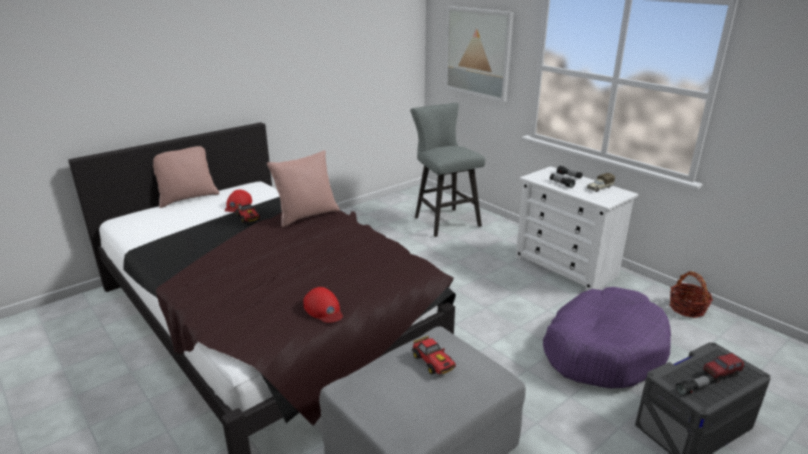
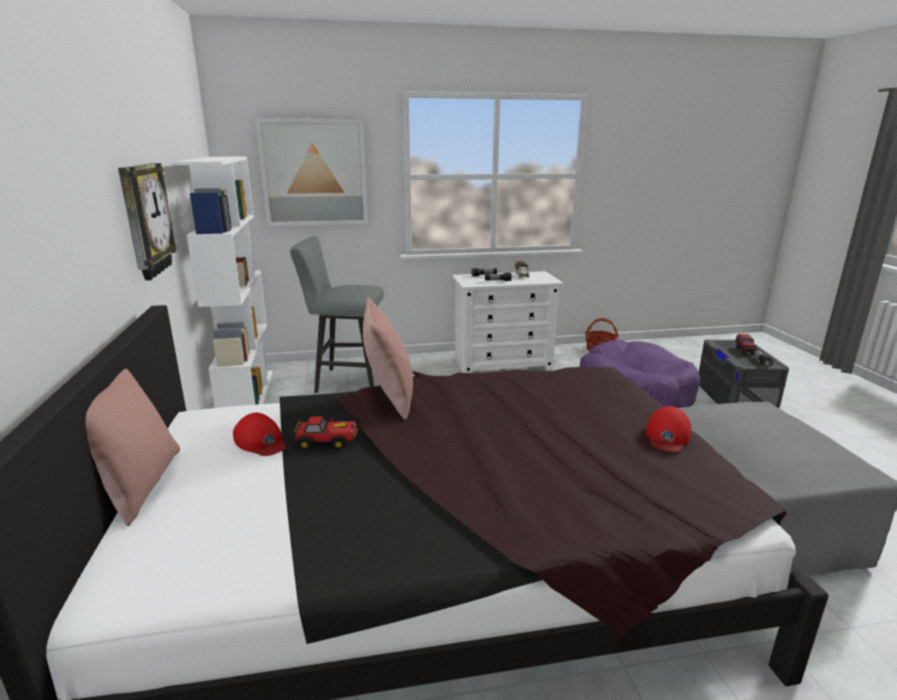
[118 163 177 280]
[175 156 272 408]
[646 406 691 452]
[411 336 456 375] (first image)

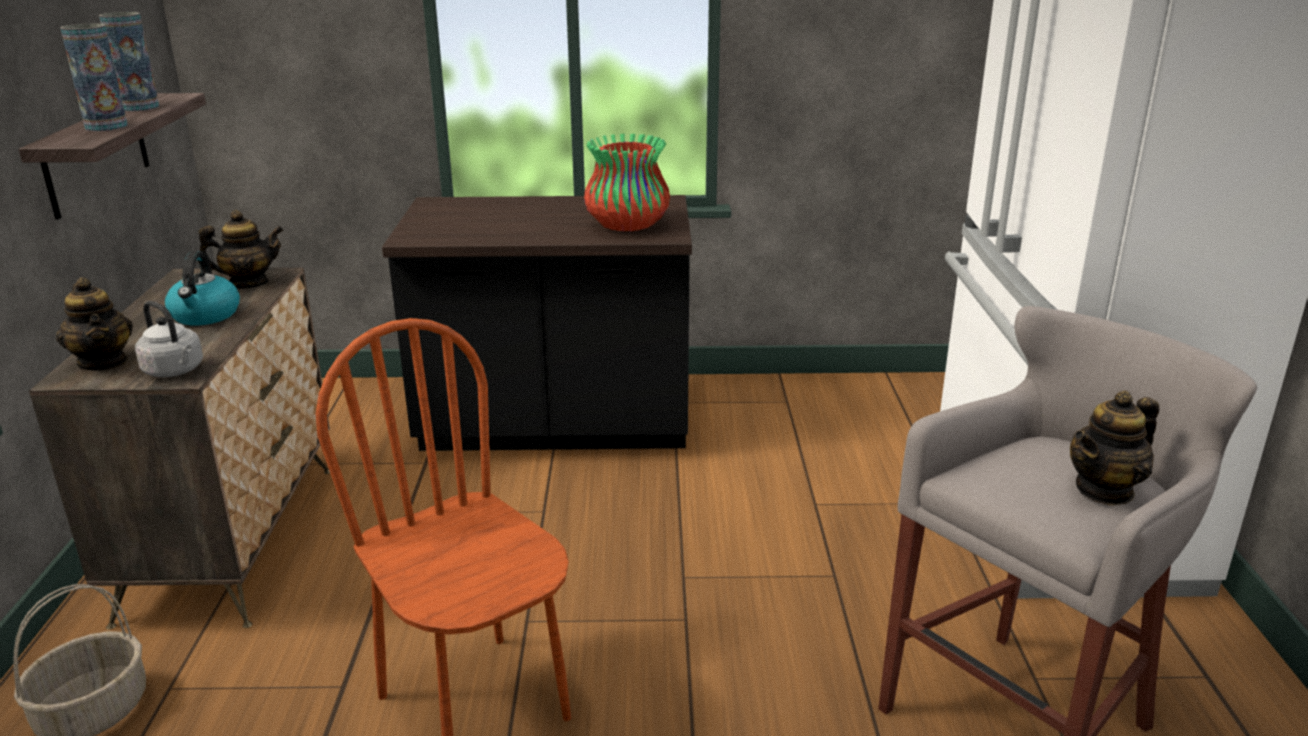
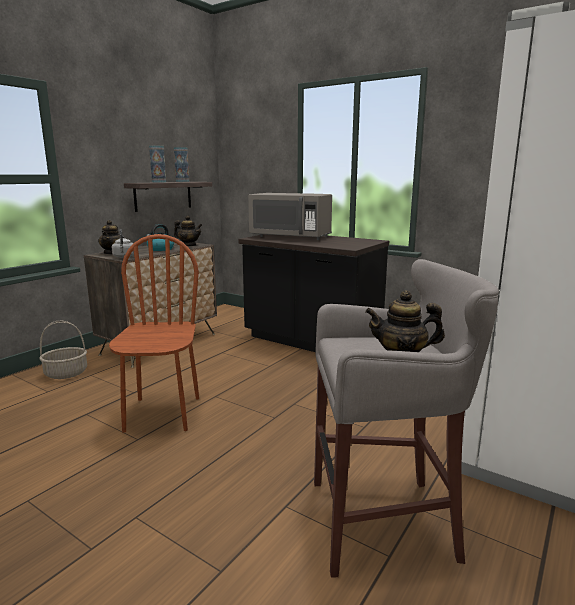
[248 193 332 240]
[584 134 670 231] (first image)

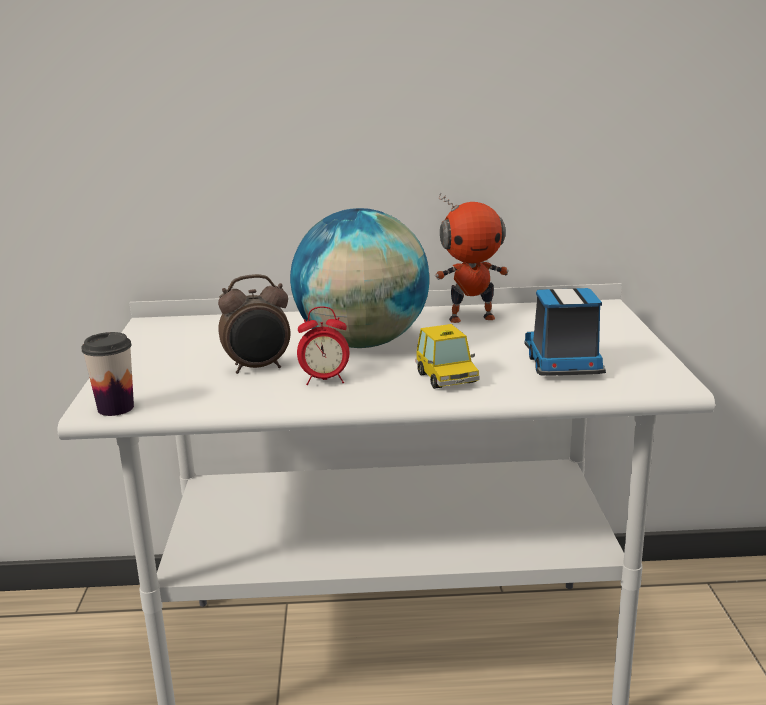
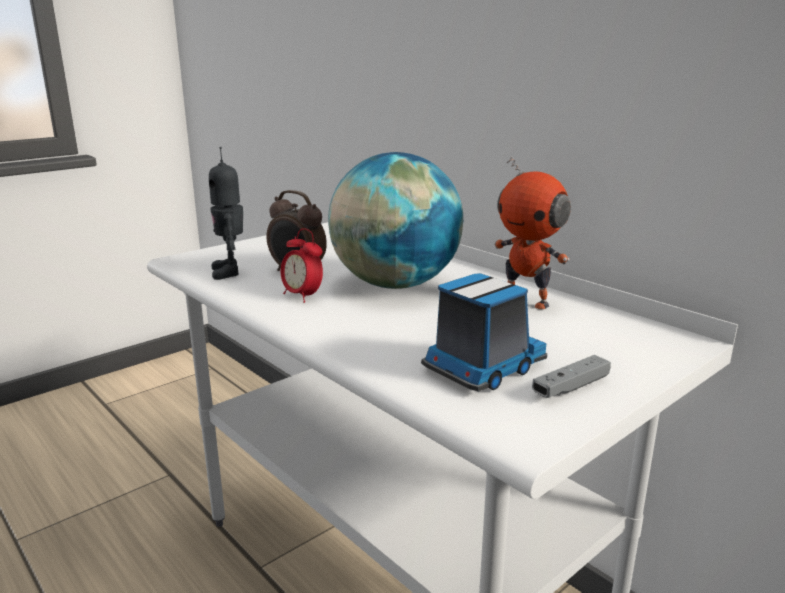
[209 147 243 280]
[532 355 611 398]
[81 332 134 416] (first image)
[415 324 480 389] (first image)

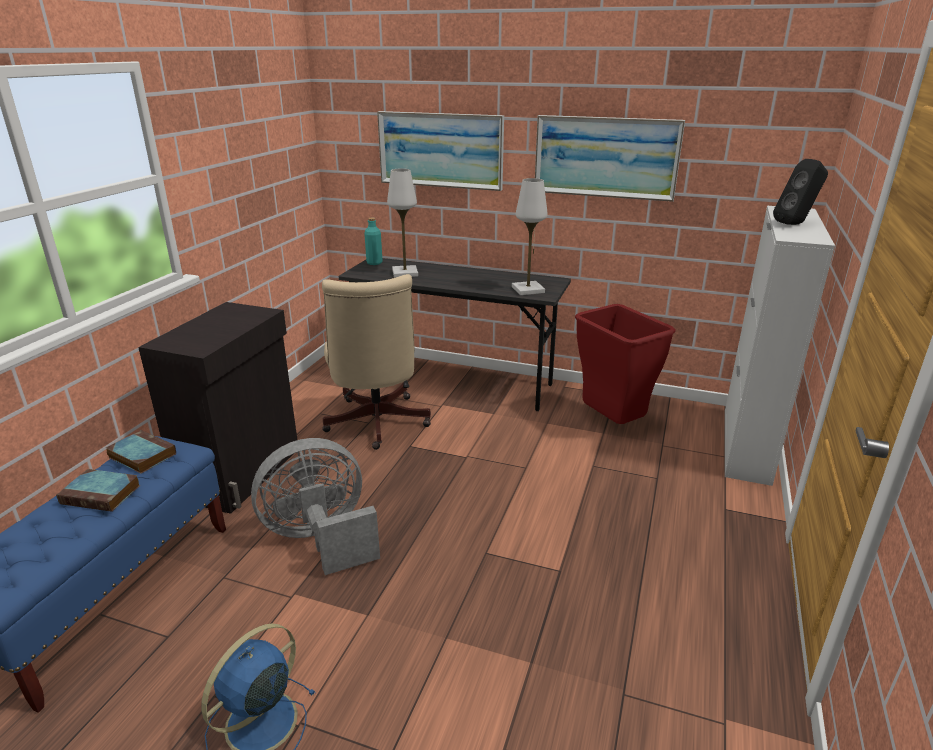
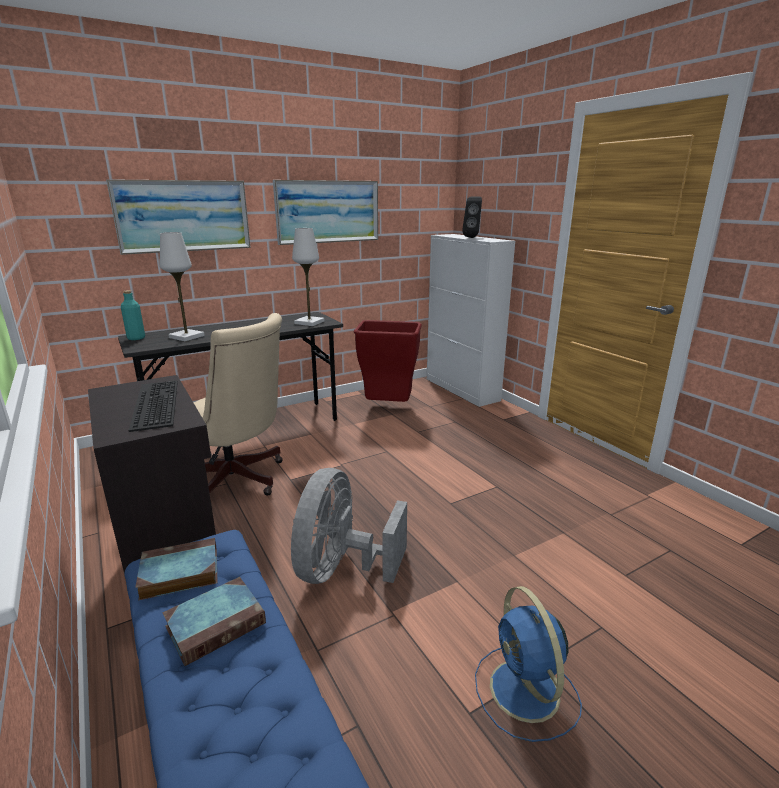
[129 381 178 432]

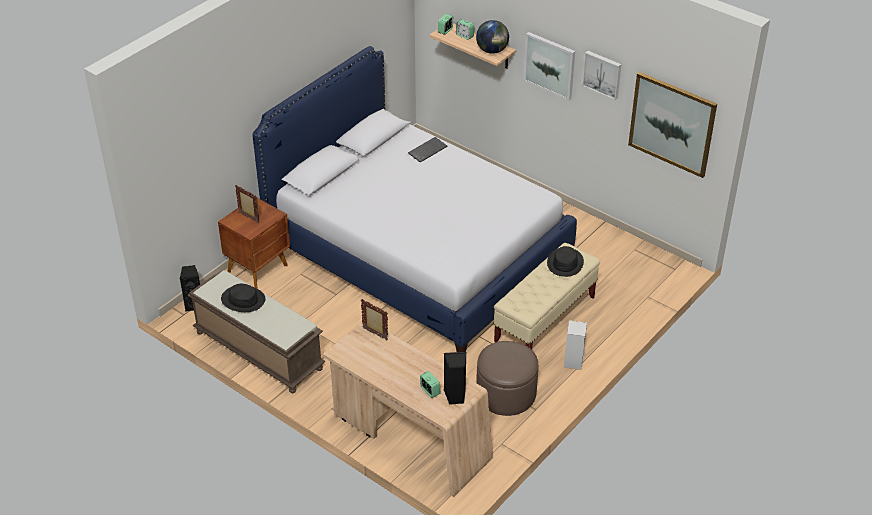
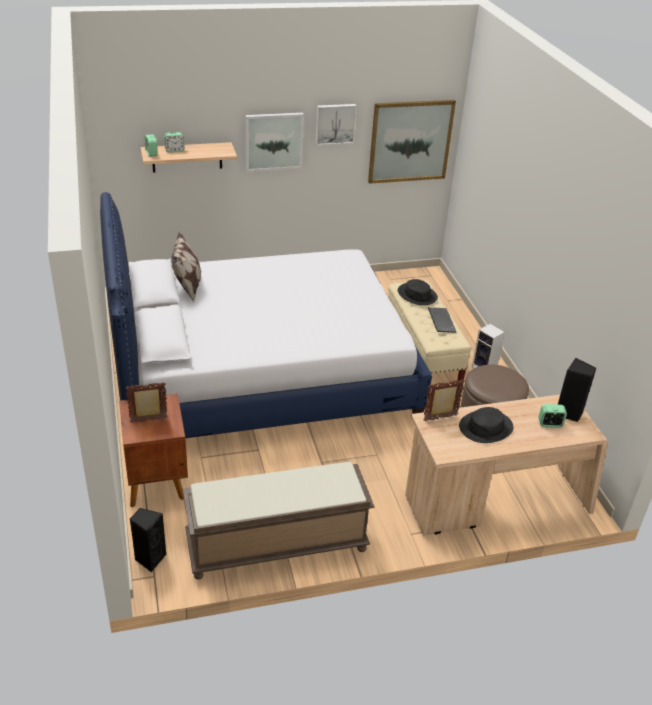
[171 232 201 302]
[428 307 456 333]
[459 407 513 443]
[476 20 509 54] (first image)

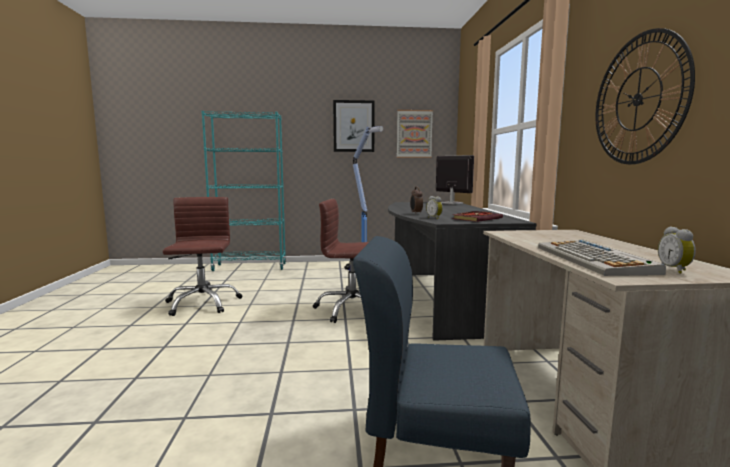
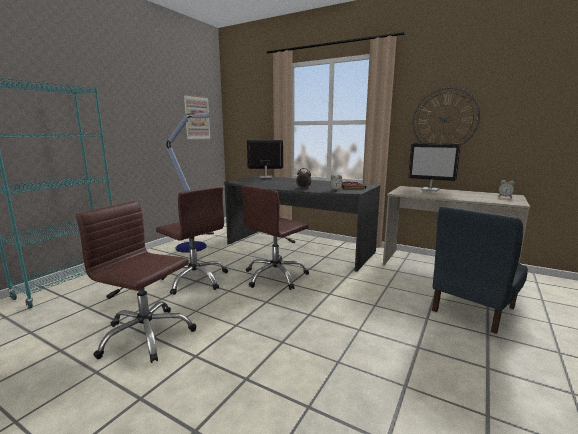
[156 186 228 295]
[408 143 461 191]
[333 100 375 152] (first image)
[538 240 666 276] (first image)

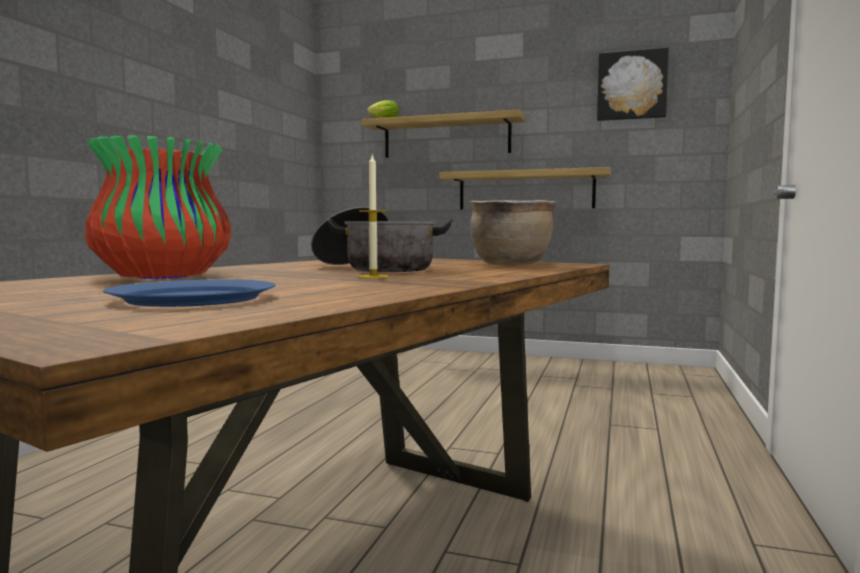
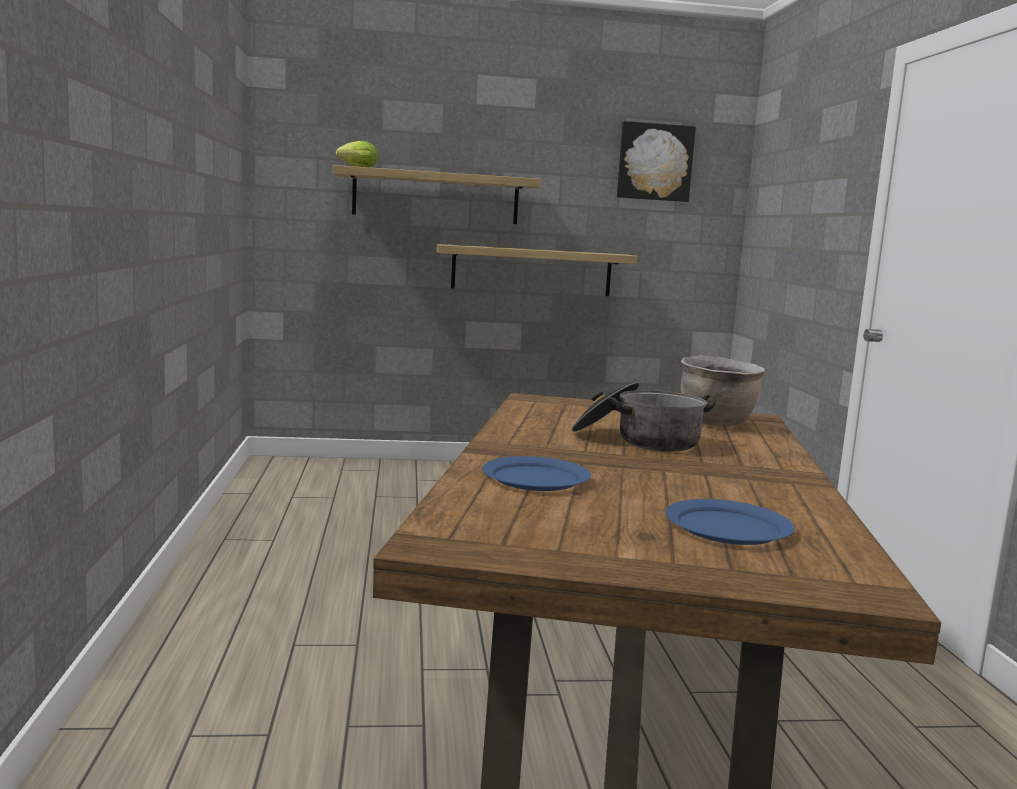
[482 456 591 491]
[357 154 389 279] (first image)

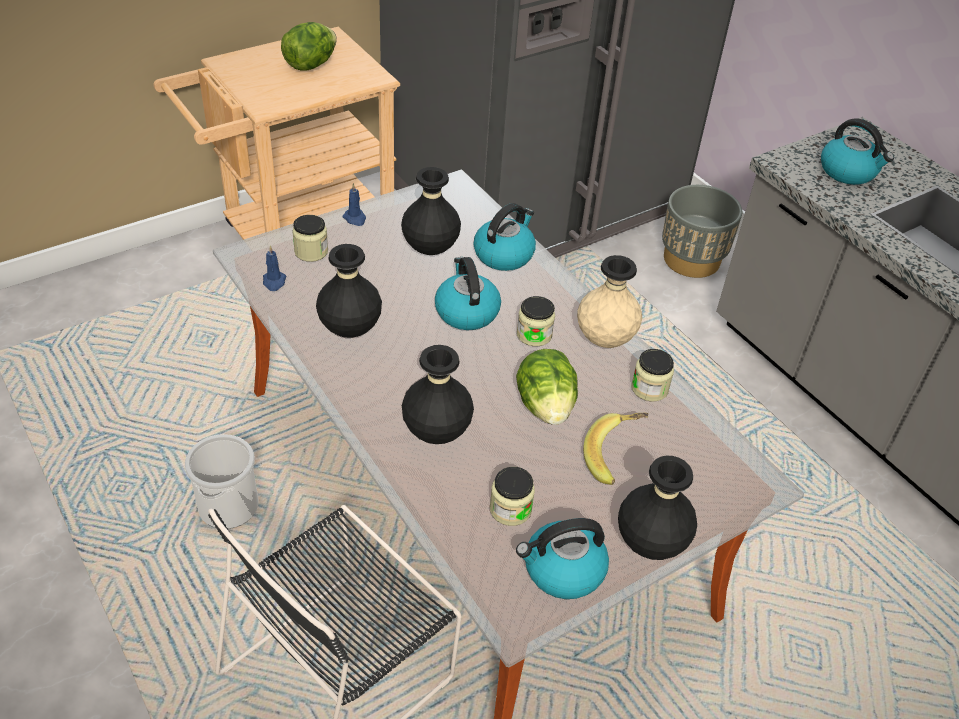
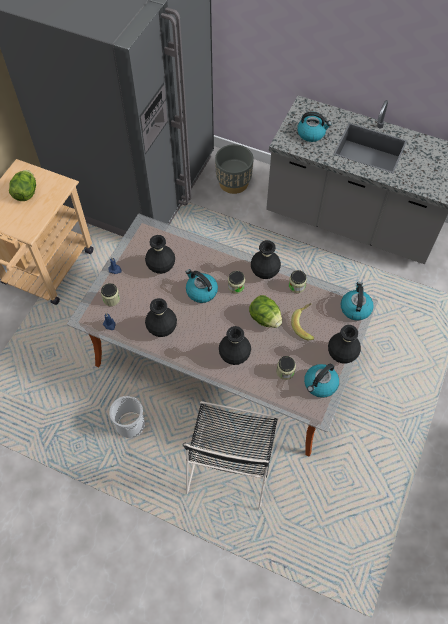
[251 240 281 279]
[341 282 374 320]

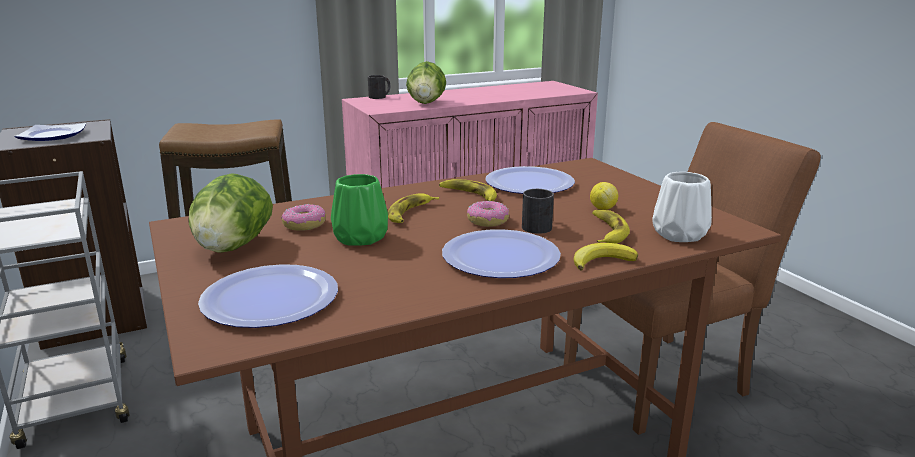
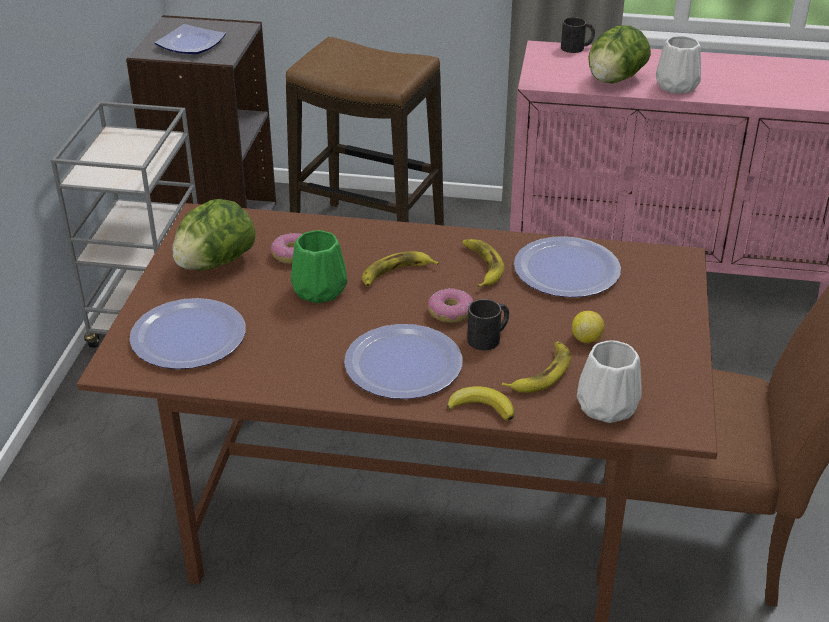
[656 36 701 94]

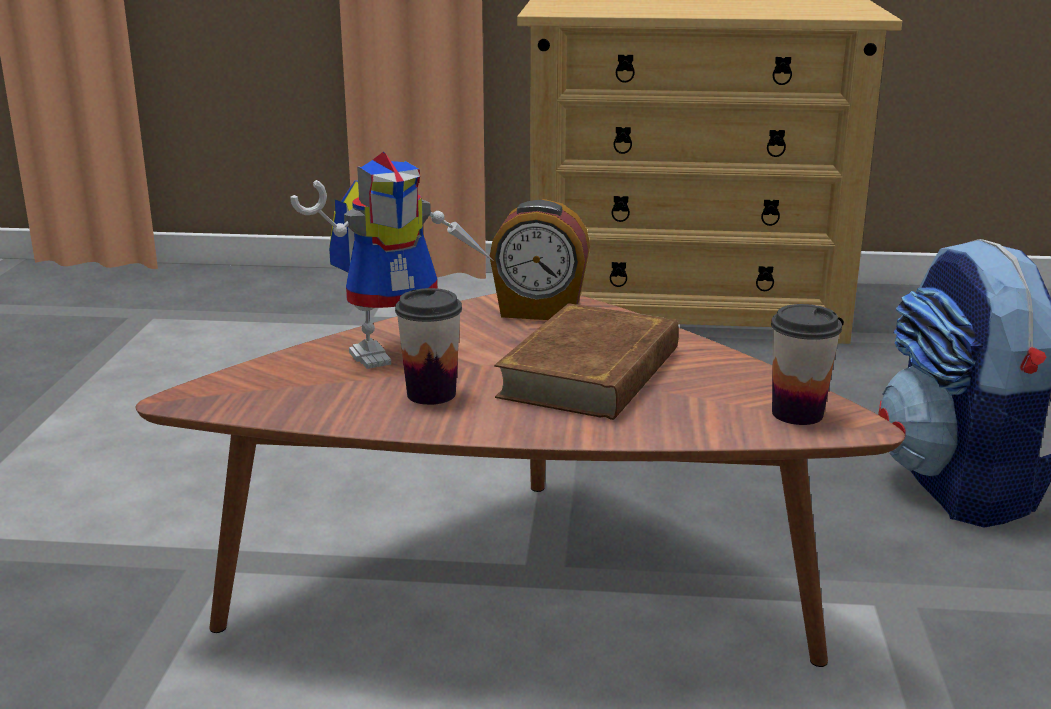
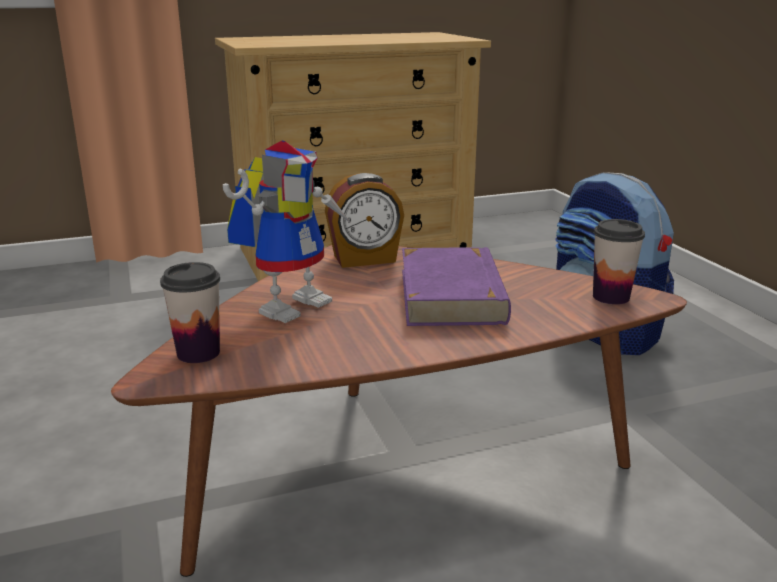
[160 262 220 363]
[402 247 511 326]

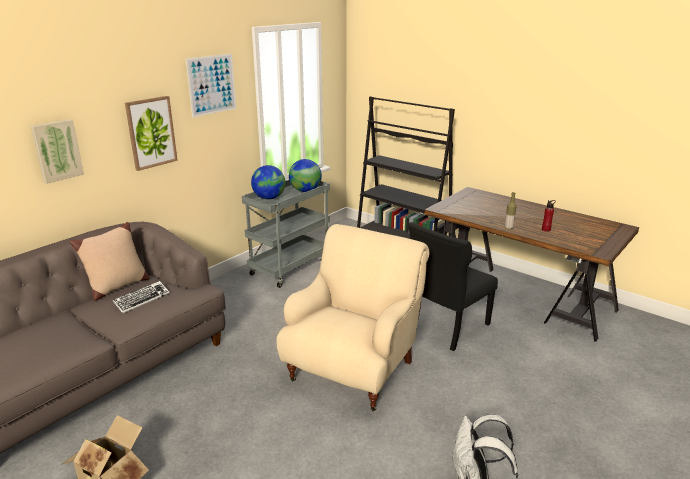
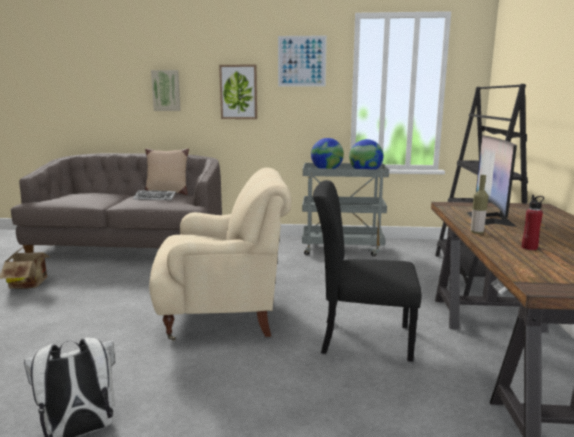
[467 136 517 227]

